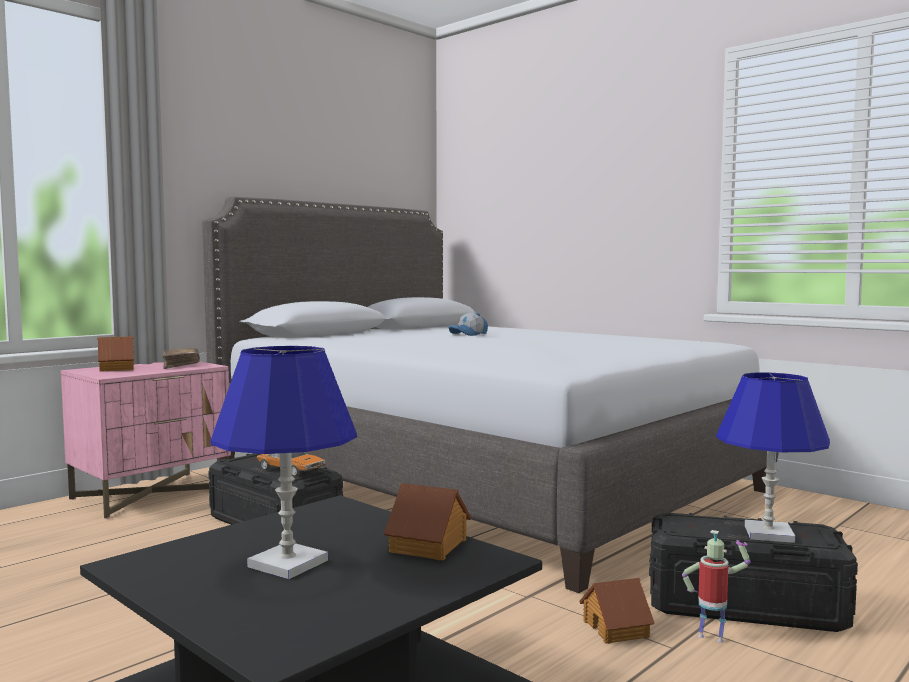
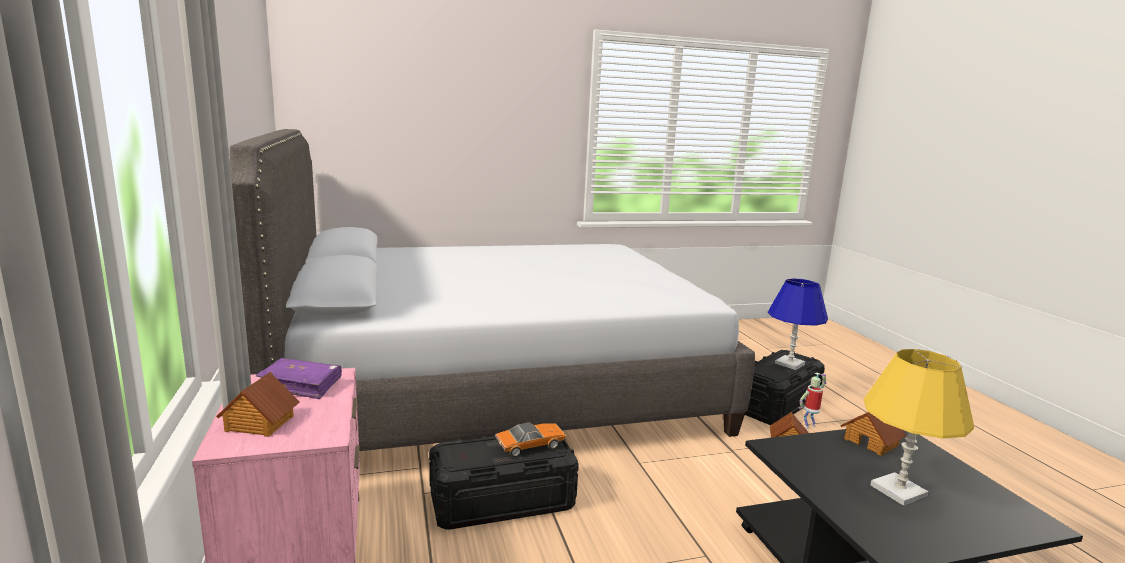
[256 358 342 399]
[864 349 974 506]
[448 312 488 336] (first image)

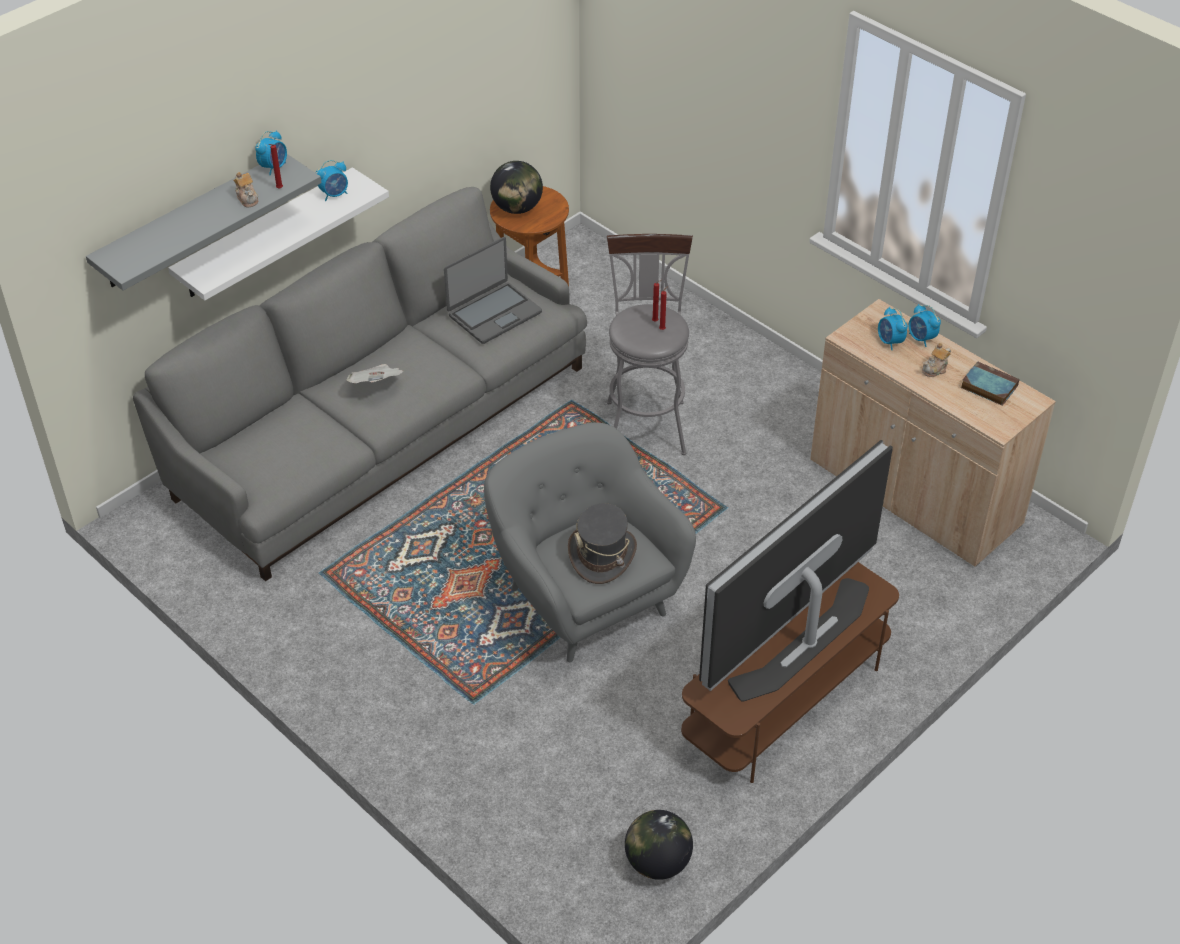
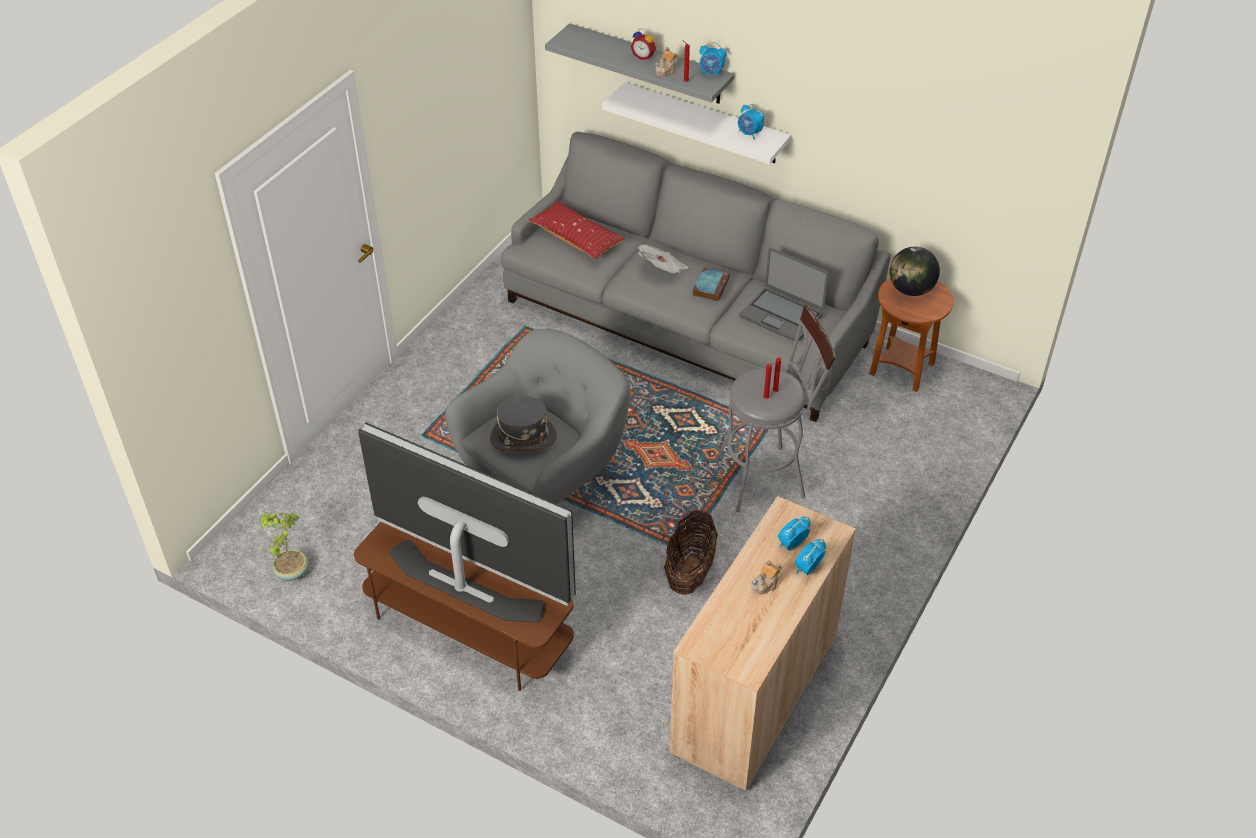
[259 512 308 581]
[528 201 625 259]
[631 29 656 60]
[664 510 718 595]
[692 268 730 301]
[751 560 782 594]

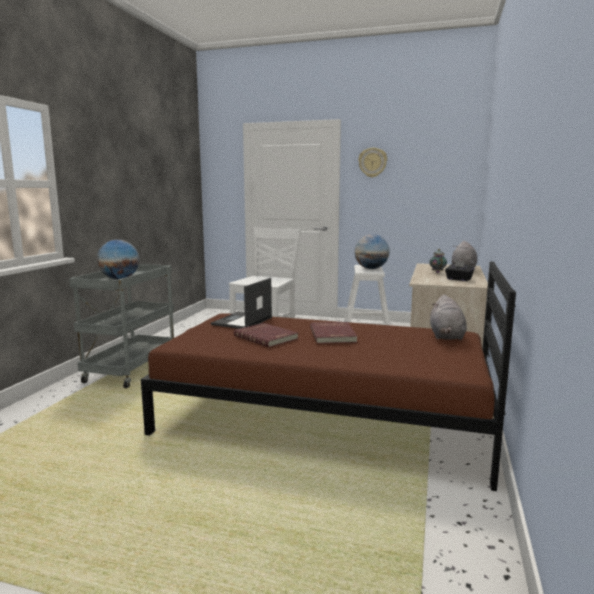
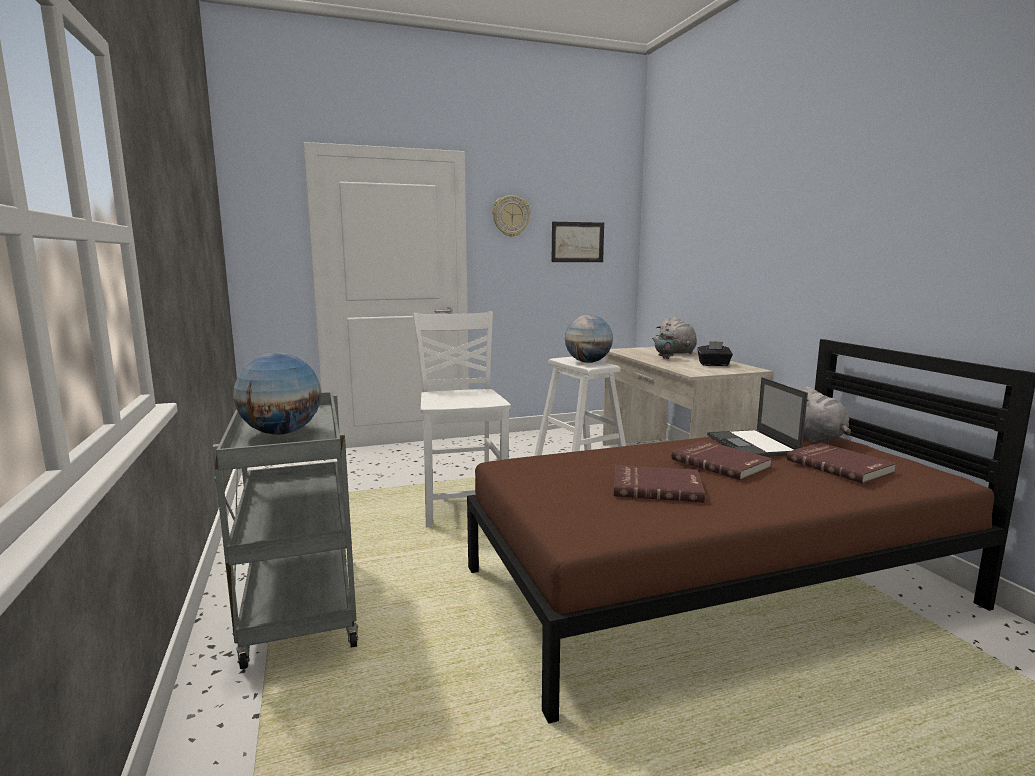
[552 222 604 262]
[707 377 808 457]
[787 443 897 484]

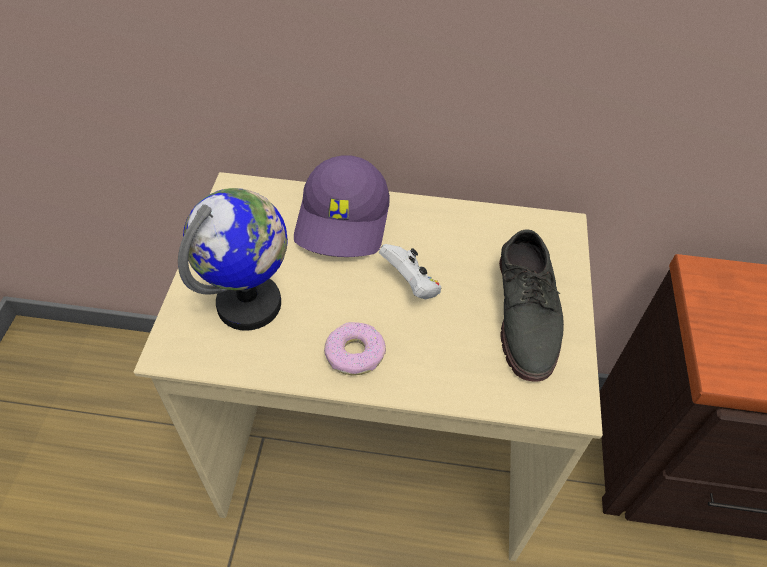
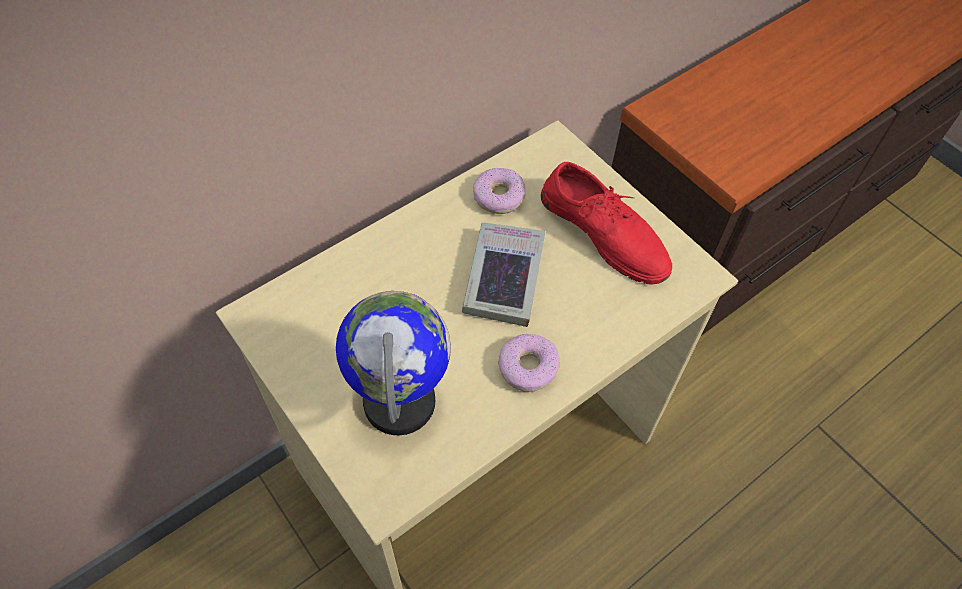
[462 223 545 327]
[473 168 526 214]
[541 162 672 285]
[294 155 390 257] (first image)

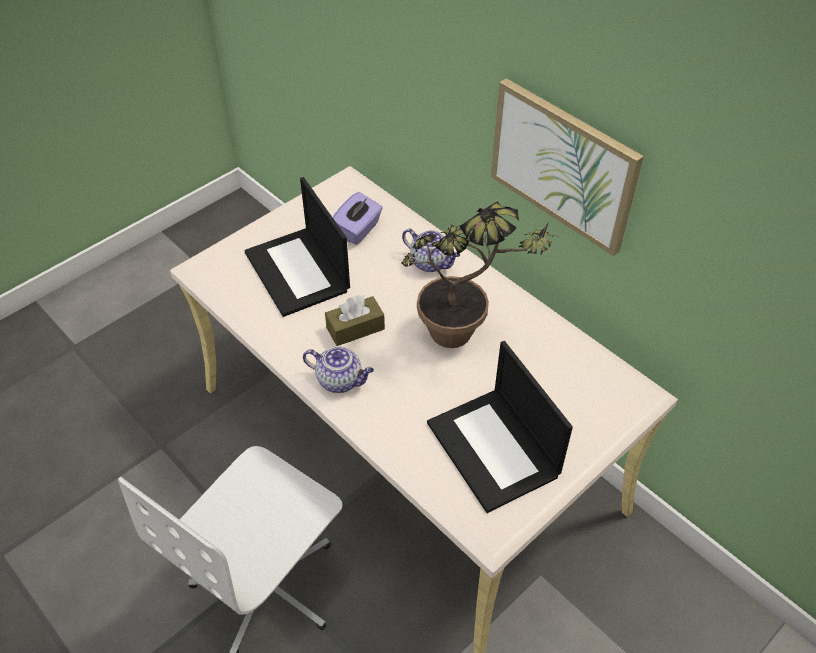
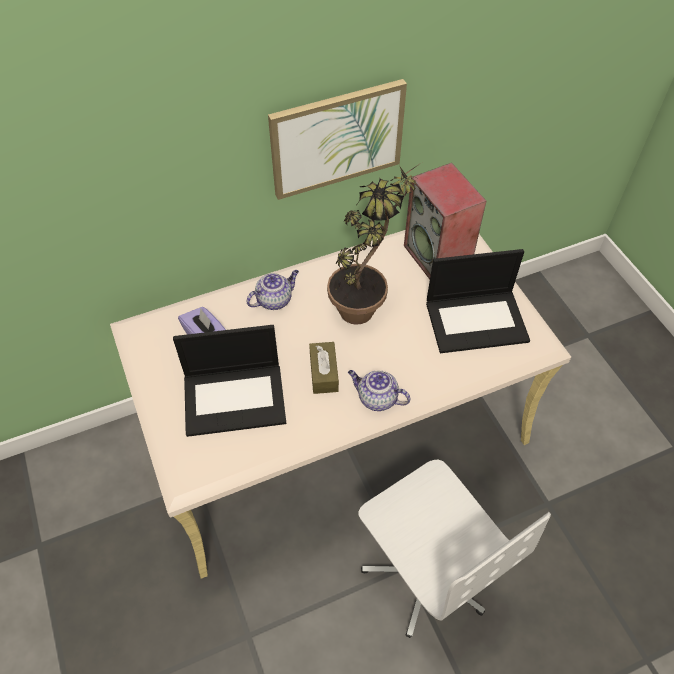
[348 370 410 411]
[404 163 486 279]

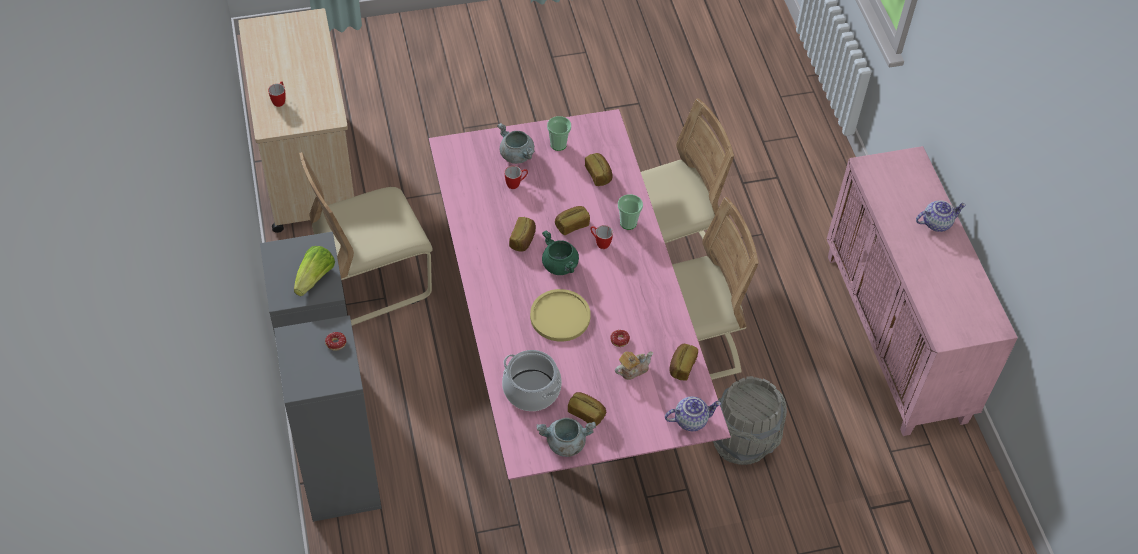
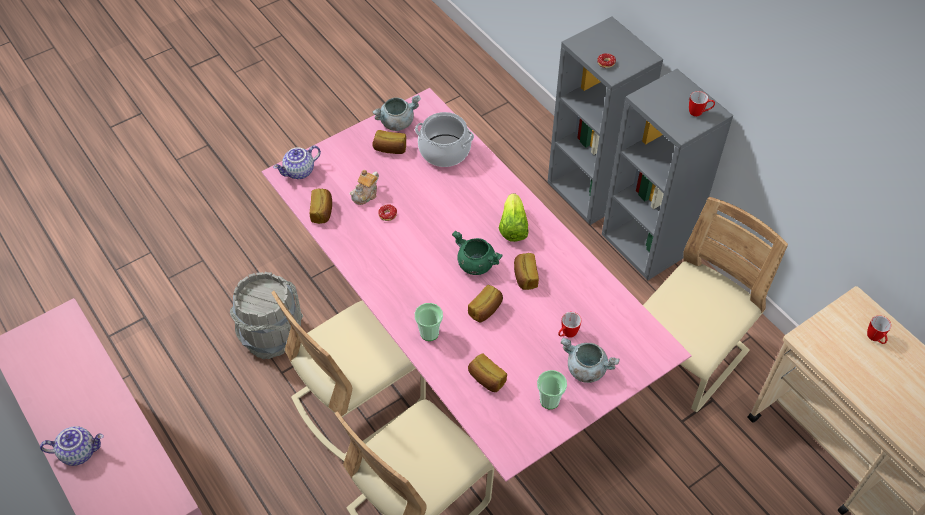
[40 426 104 466]
[499 194 529 242]
[689 91 715 117]
[530 289 591 342] (first image)

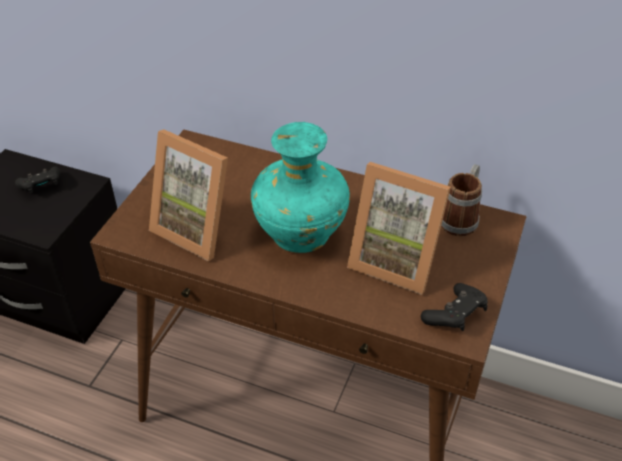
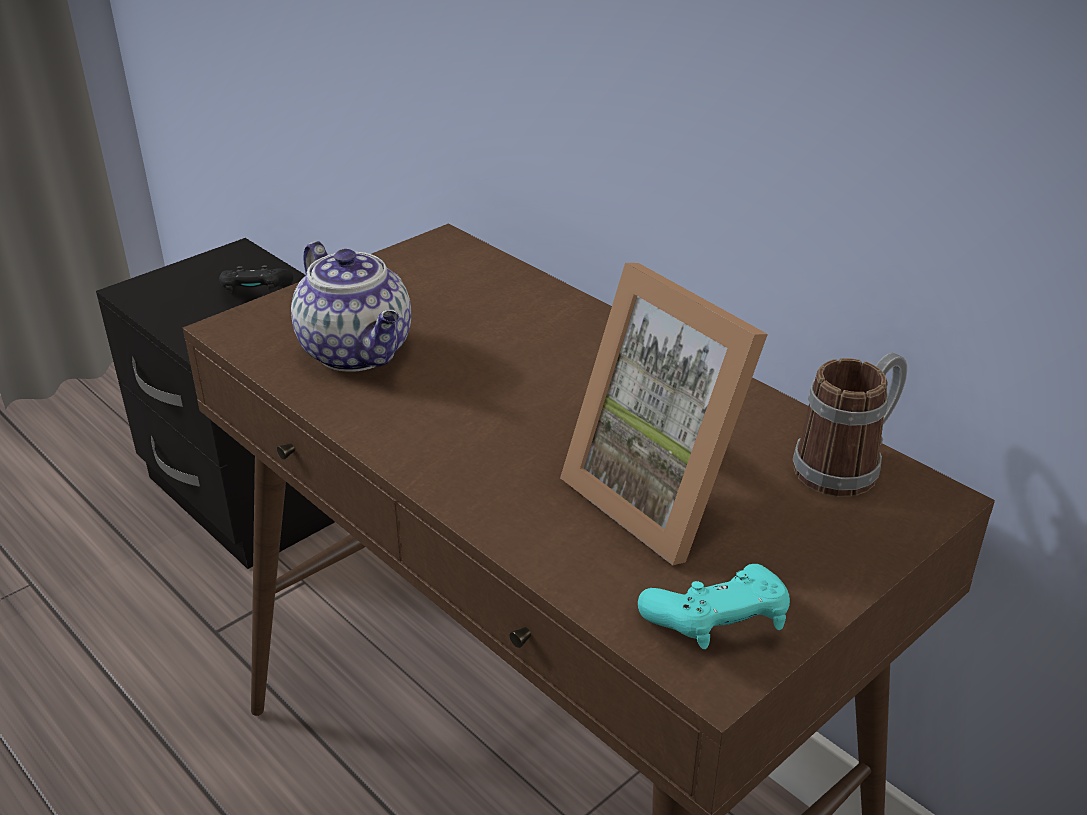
[291 241 411 372]
[638 564 790 649]
[251 122 350 253] (first image)

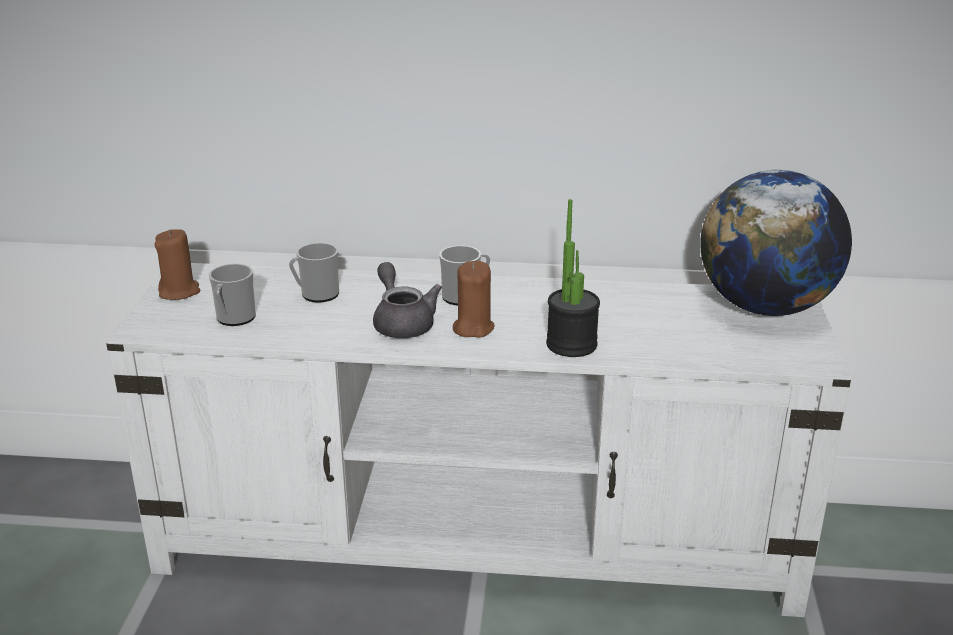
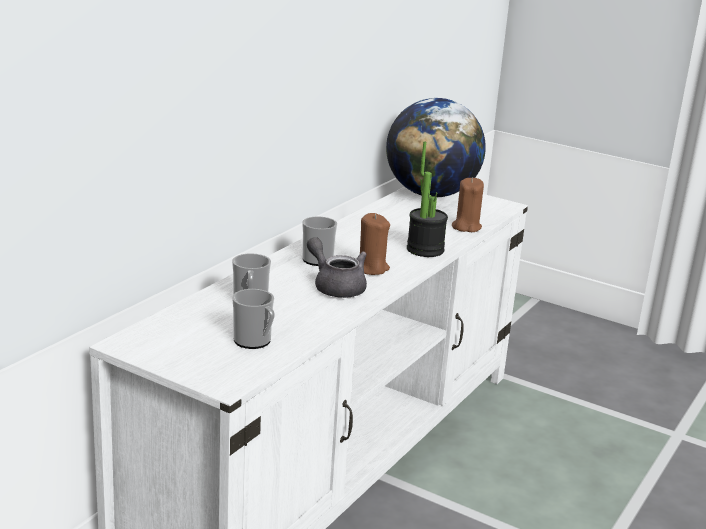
[307 237 367 298]
[452 177 484 232]

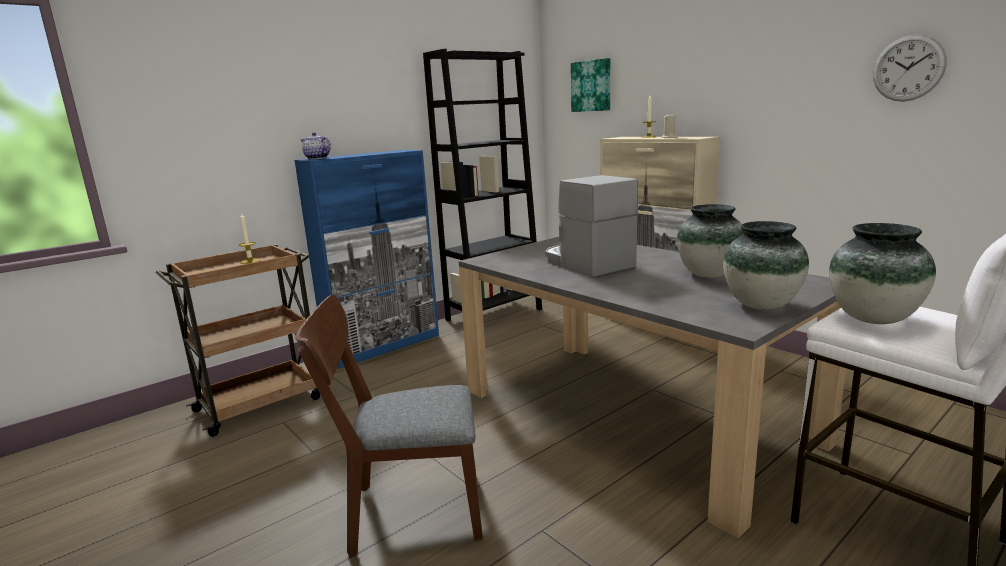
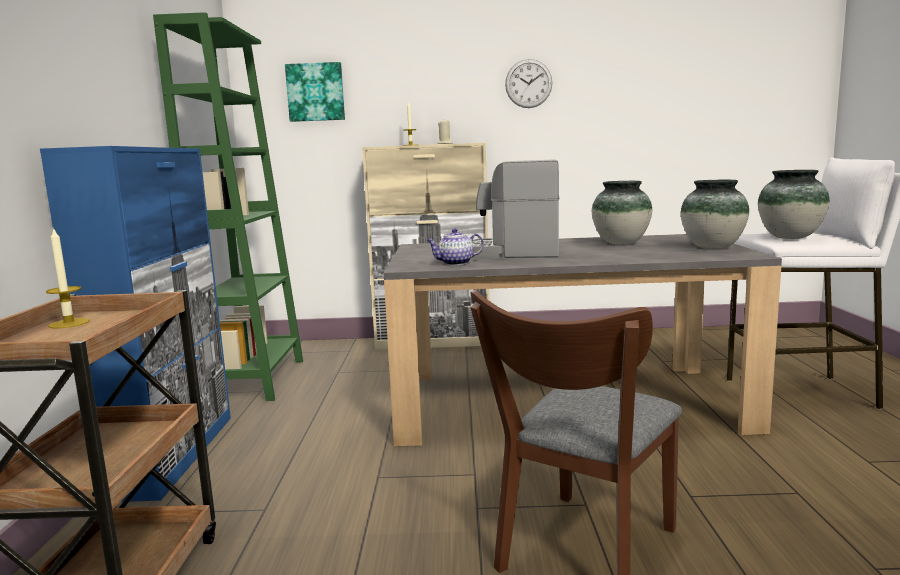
[153 12 303 401]
[427 228 484 265]
[505 59 552 108]

